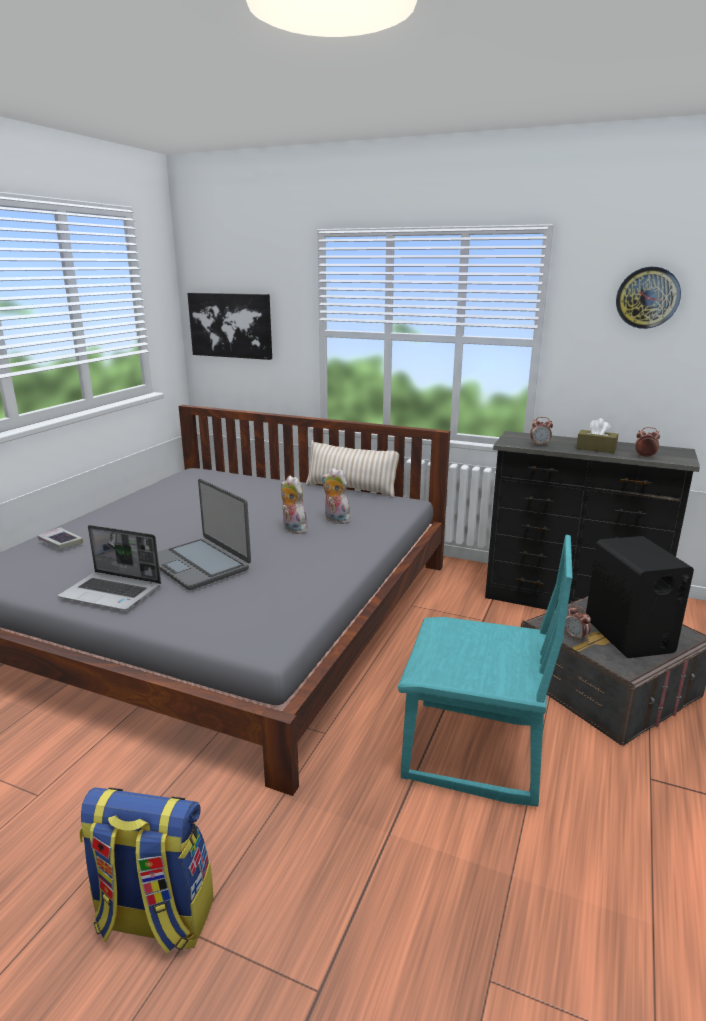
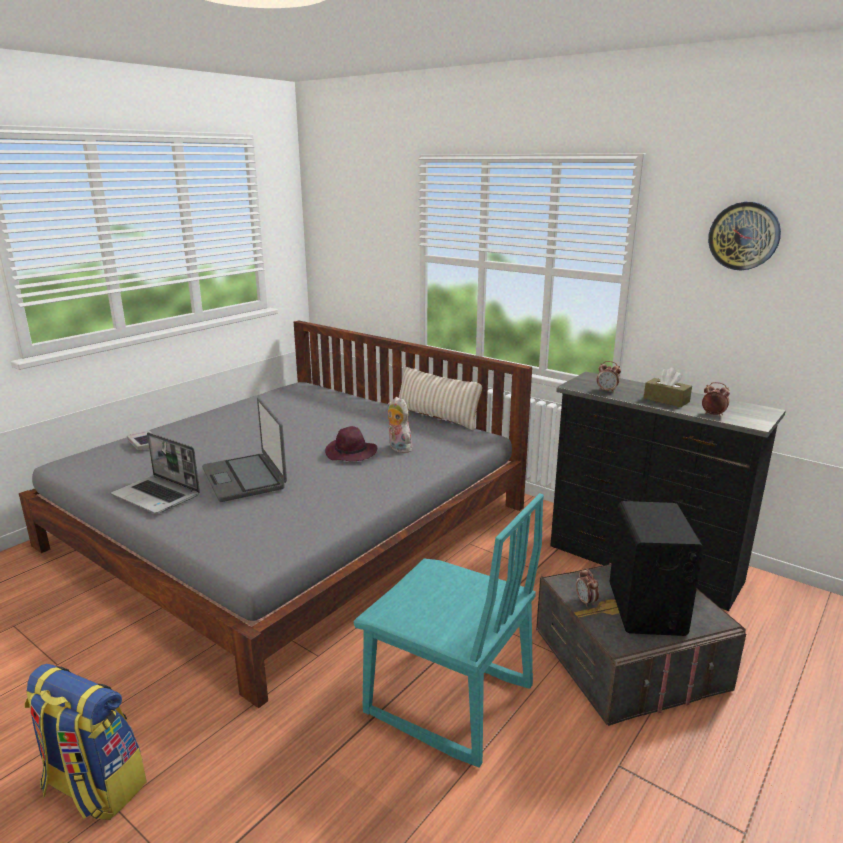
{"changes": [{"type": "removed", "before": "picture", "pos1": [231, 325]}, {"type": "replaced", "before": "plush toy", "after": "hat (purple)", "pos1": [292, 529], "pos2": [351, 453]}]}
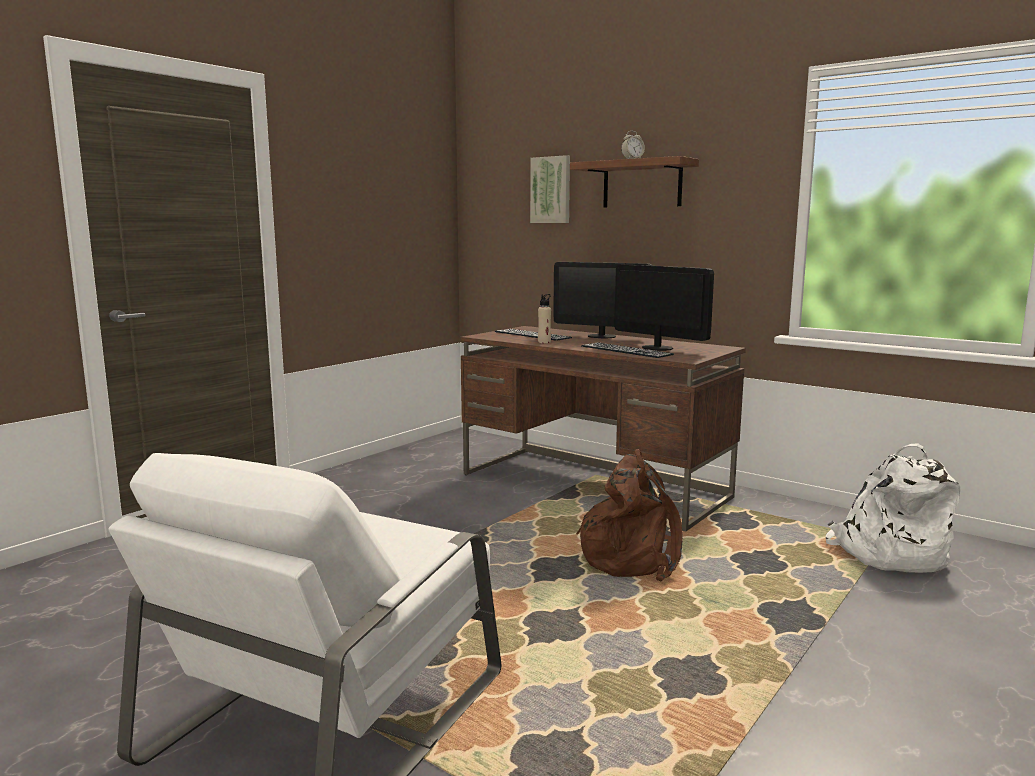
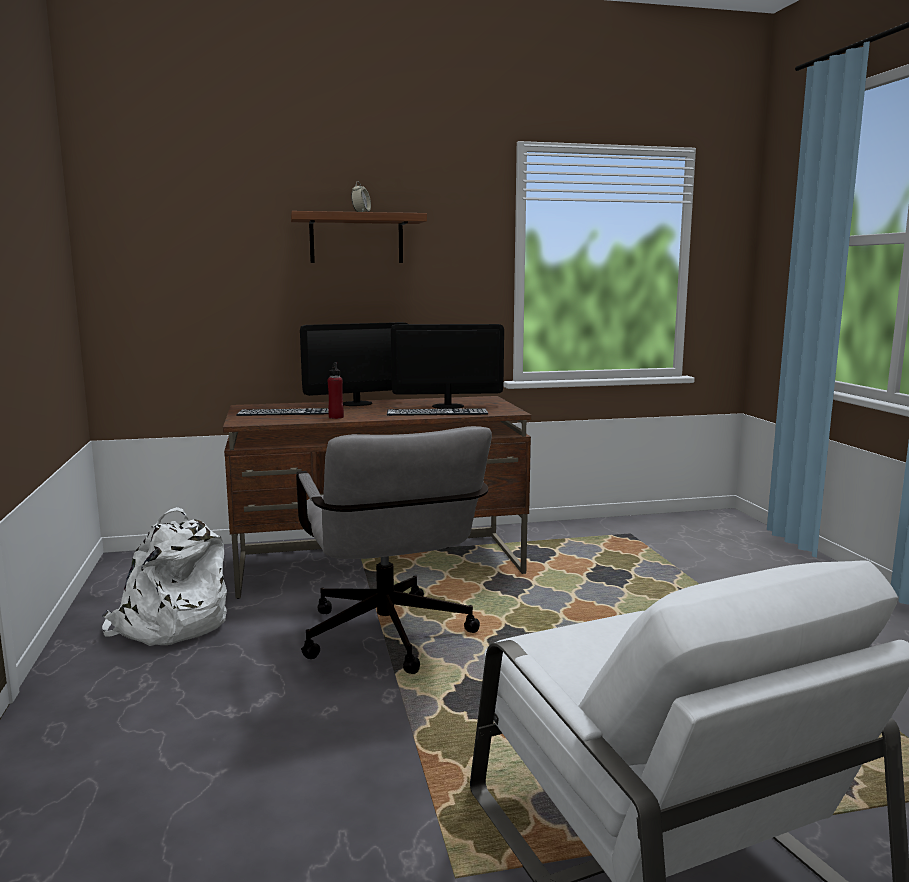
{"changes": [{"type": "removed", "before": "picture", "pos1": [551, 190]}, {"type": "recoloured", "before": "bottle (beige)", "after": "bottle (red)", "pos1": [544, 342], "pos2": [336, 417]}, {"type": "removed", "before": "backpack (brown)", "pos1": [632, 557]}, {"type": "moved", "before": "backpack (white)", "pos1": [889, 554], "pos2": [170, 625]}, {"type": "added", "after": "office chair (grey)", "pos2": [390, 641]}]}
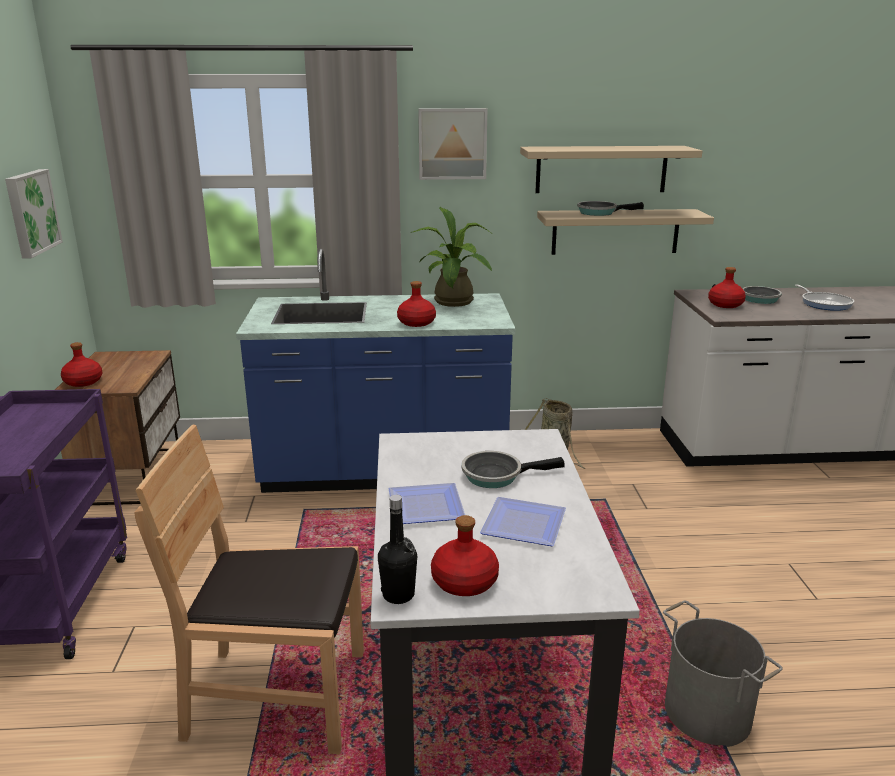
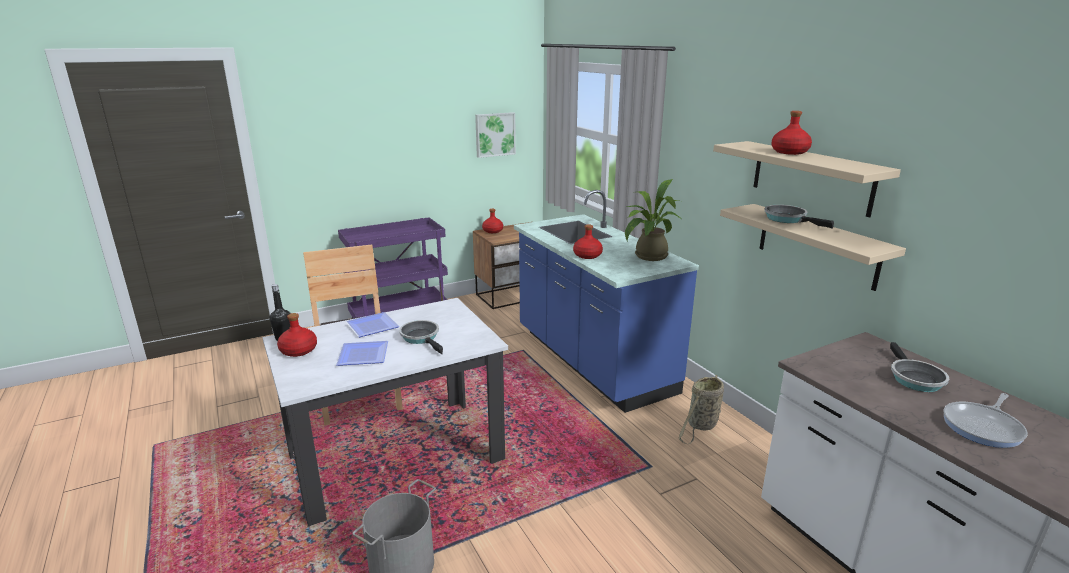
{"changes": [{"type": "removed", "before": "picture", "pos1": [452, 143]}, {"type": "moved", "before": "bottle (red)", "pos1": [725, 305], "pos2": [789, 152]}]}
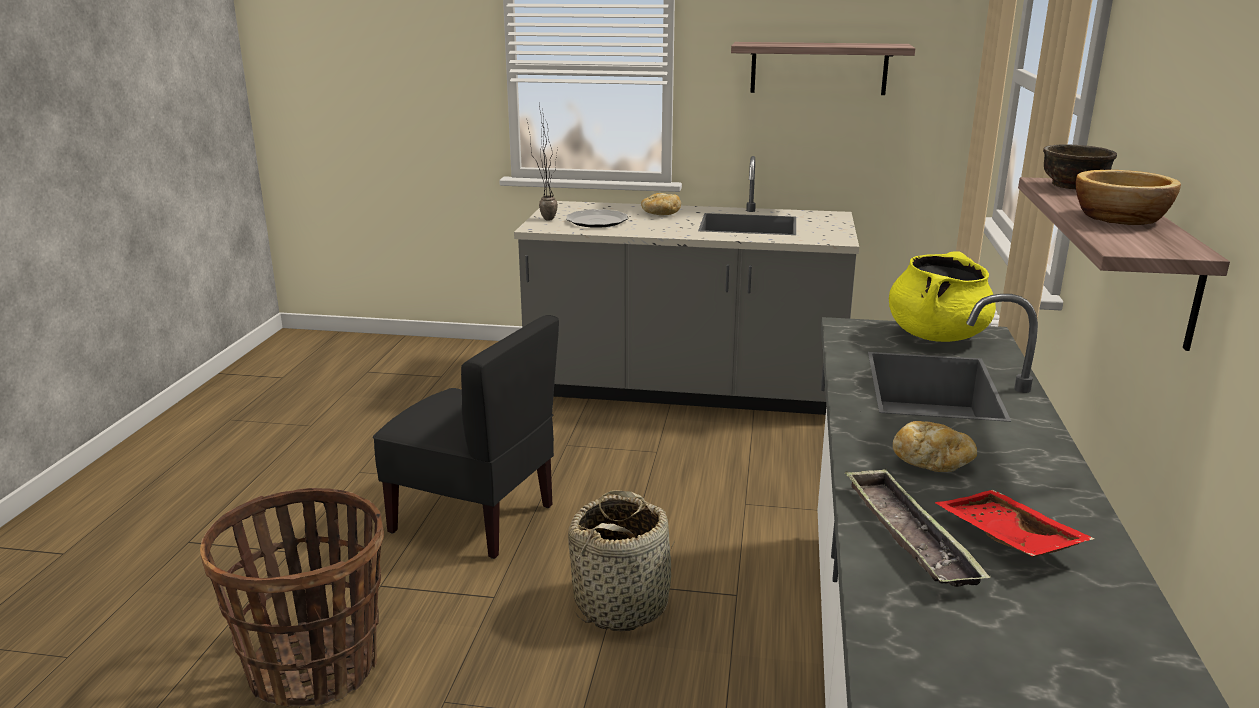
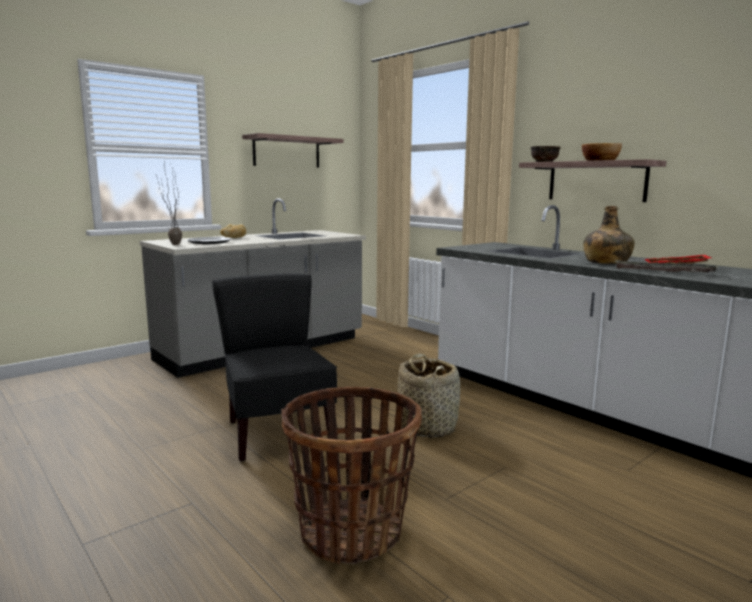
{"changes": [{"type": "turned", "before": "chair (black)", "pos1": [474, 517], "pos2": [277, 433], "turn": -90}, {"type": "removed", "before": "cooking pot (yellow)", "pos1": [936, 335]}, {"type": "replaced", "before": "bread", "after": "bottle (green)", "pos1": [932, 463], "pos2": [606, 262]}]}
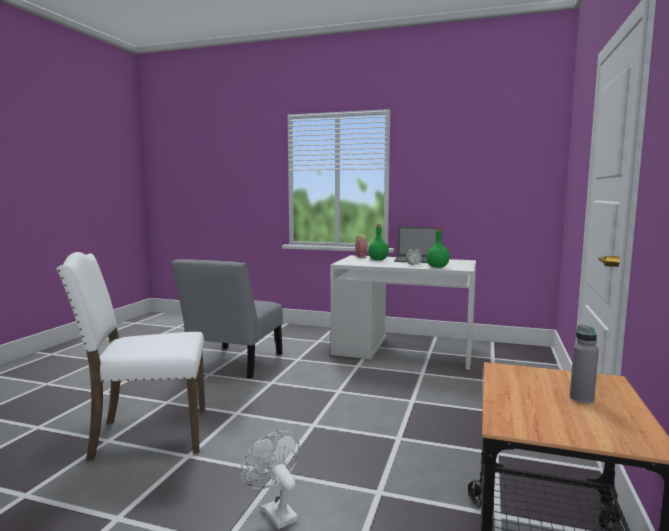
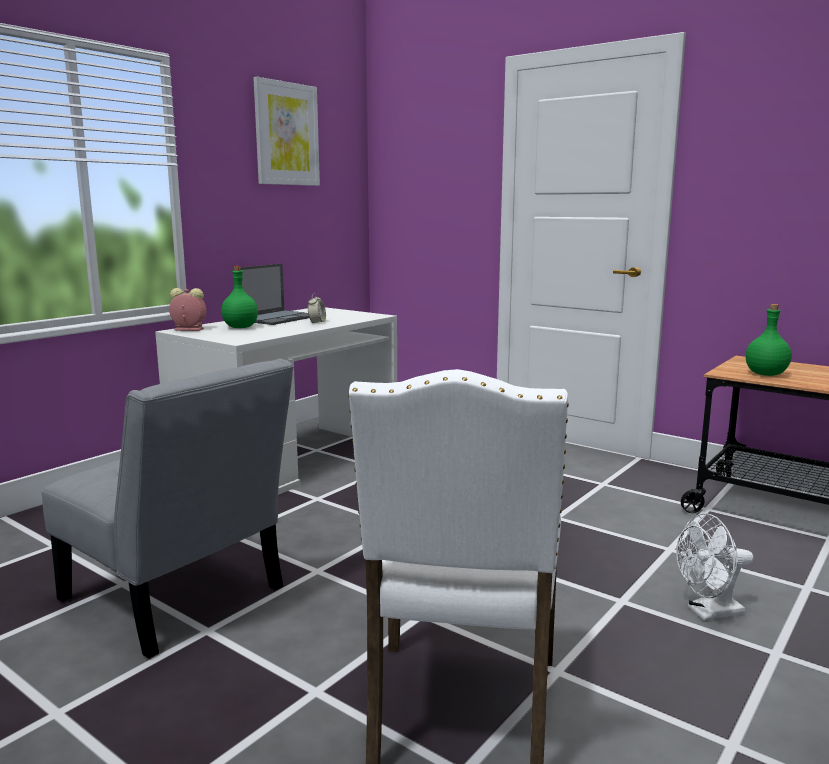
{"changes": [{"type": "moved", "before": "bottle (green)", "pos1": [437, 267], "pos2": [766, 374]}, {"type": "removed", "before": "bottle (grey)", "pos1": [581, 398]}, {"type": "added", "after": "picture", "pos2": [286, 134]}]}
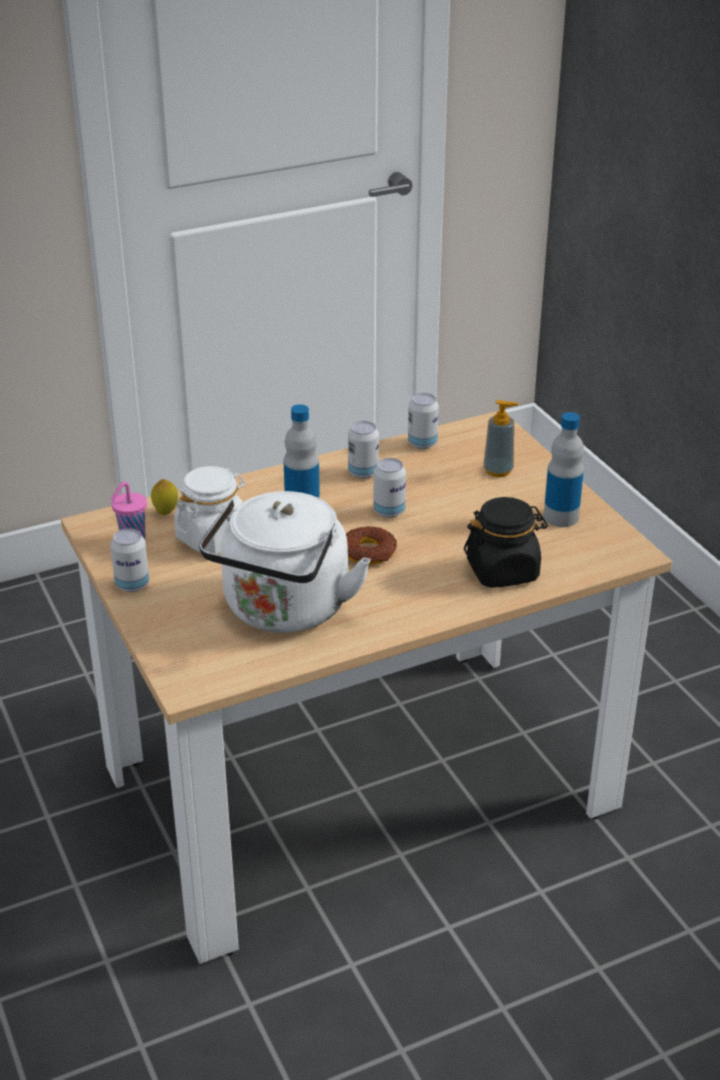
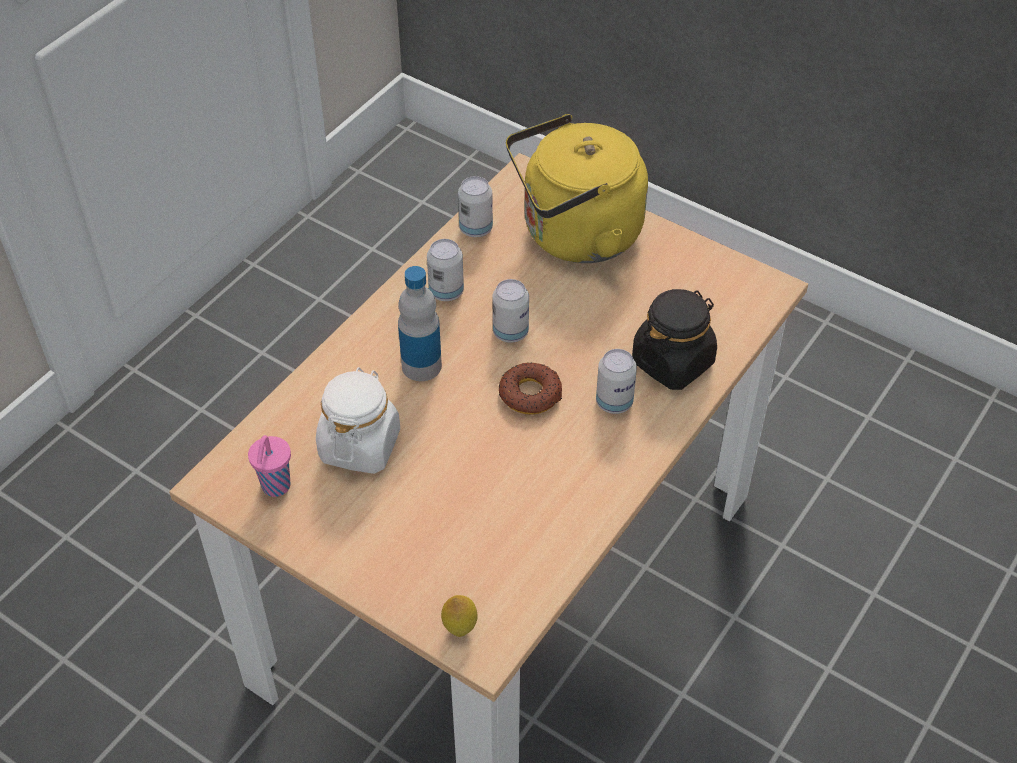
{"changes": [{"type": "moved", "before": "can", "pos1": [132, 585], "pos2": [614, 402]}, {"type": "moved", "before": "lemon", "pos1": [166, 512], "pos2": [460, 628]}, {"type": "removed", "before": "kettle (white)", "pos1": [284, 611]}, {"type": "replaced", "before": "soap dispenser", "after": "kettle (yellow)", "pos1": [498, 470], "pos2": [575, 235]}, {"type": "removed", "before": "bottle", "pos1": [561, 517]}]}
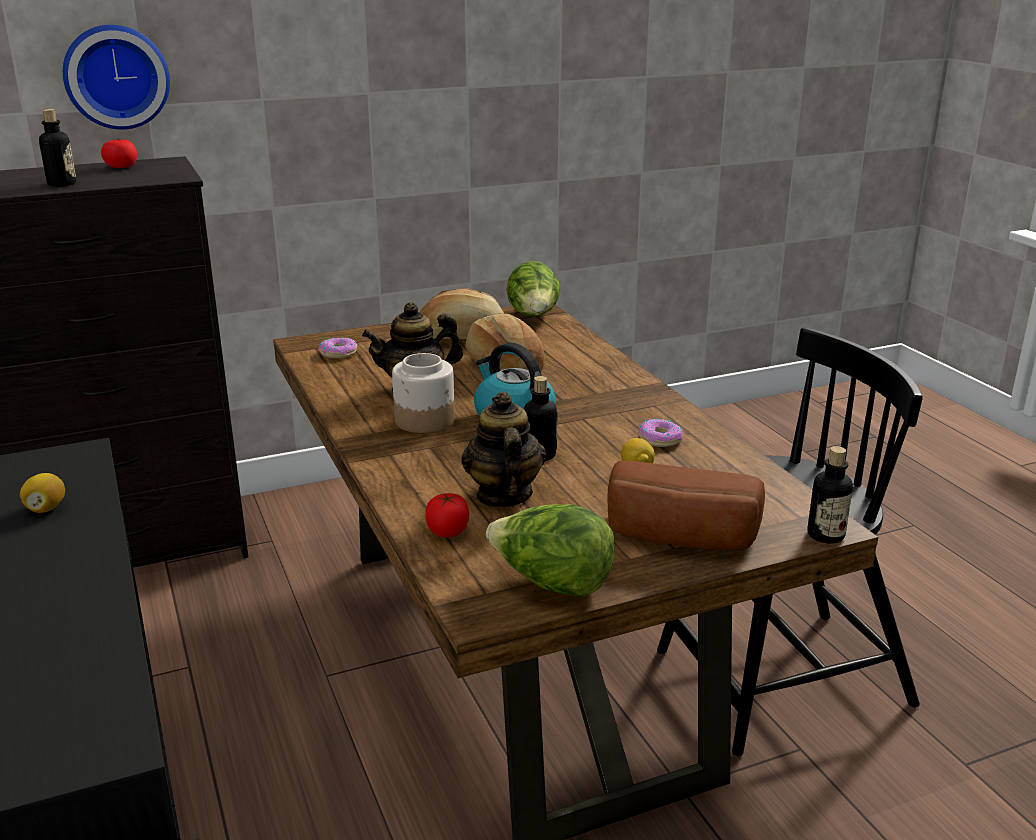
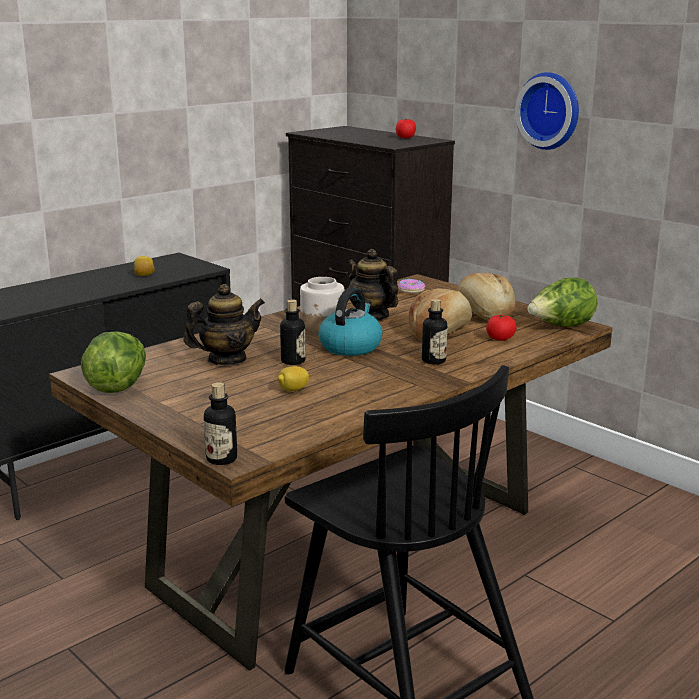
{"changes": [{"type": "moved", "before": "bottle", "pos1": [62, 184], "pos2": [433, 360]}, {"type": "moved", "before": "wall clock", "pos1": [116, 76], "pos2": [550, 110]}, {"type": "moved", "before": "tomato", "pos1": [448, 531], "pos2": [500, 338]}, {"type": "removed", "before": "bread", "pos1": [680, 538]}, {"type": "removed", "before": "donut", "pos1": [660, 439]}]}
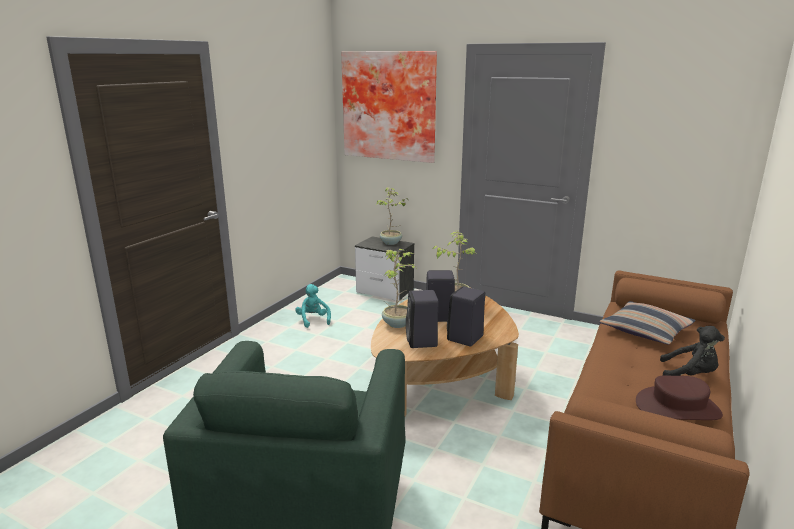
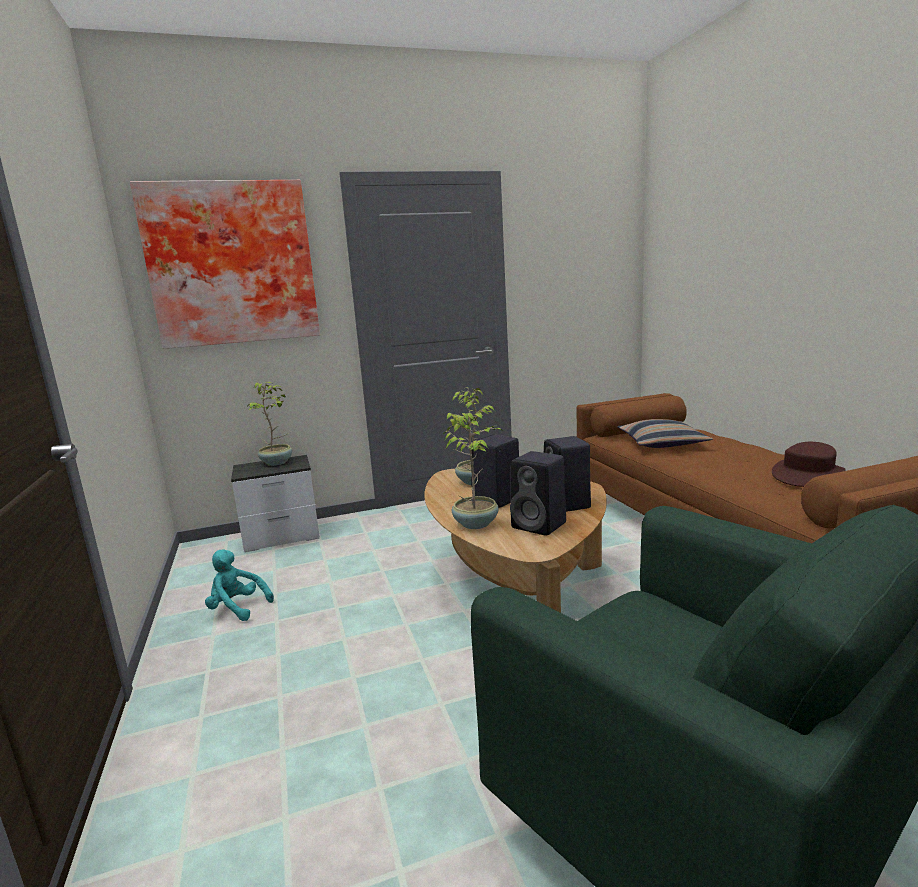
{"changes": [{"type": "removed", "before": "plush toy (black)", "pos1": [689, 375]}]}
